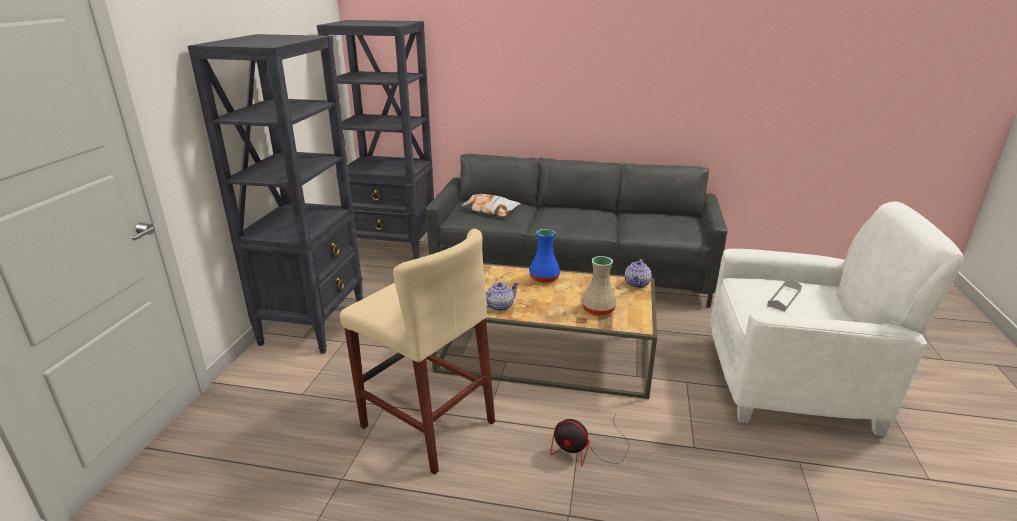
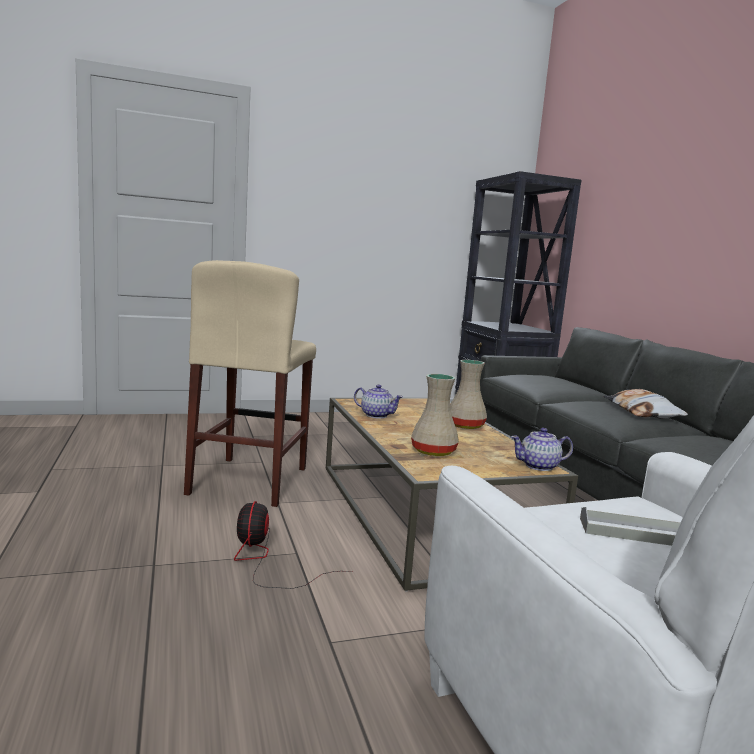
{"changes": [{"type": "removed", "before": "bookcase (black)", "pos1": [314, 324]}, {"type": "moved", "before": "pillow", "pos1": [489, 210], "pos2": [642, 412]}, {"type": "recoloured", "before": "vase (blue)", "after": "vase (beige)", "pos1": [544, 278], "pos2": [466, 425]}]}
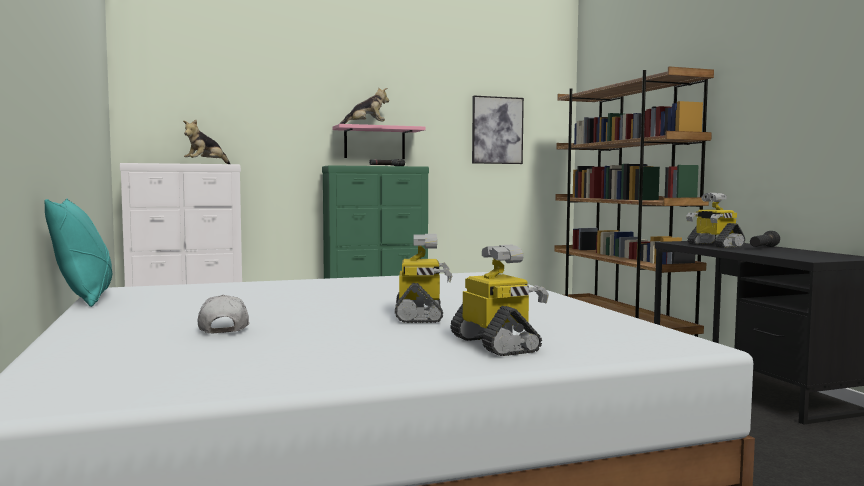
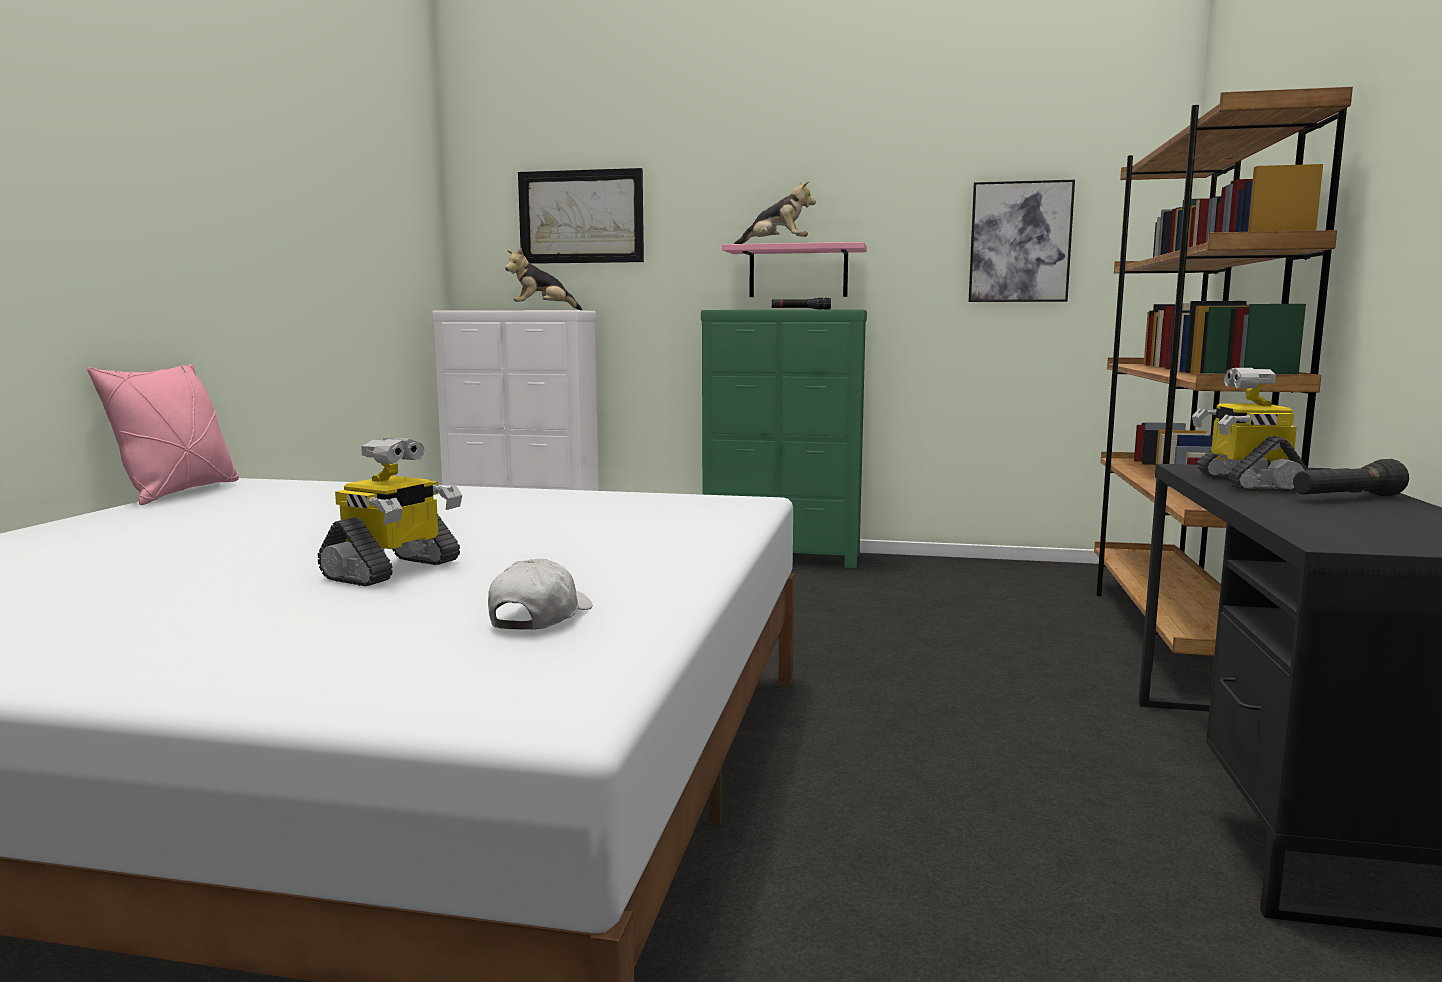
{"changes": [{"type": "recoloured", "before": "pillow (turquoise)", "after": "pillow (pink)", "pos1": [84, 298], "pos2": [178, 492]}, {"type": "moved", "before": "cap (white)", "pos1": [224, 329], "pos2": [540, 617]}, {"type": "removed", "before": "toy robot", "pos1": [496, 344]}, {"type": "added", "after": "picture", "pos2": [581, 217]}]}
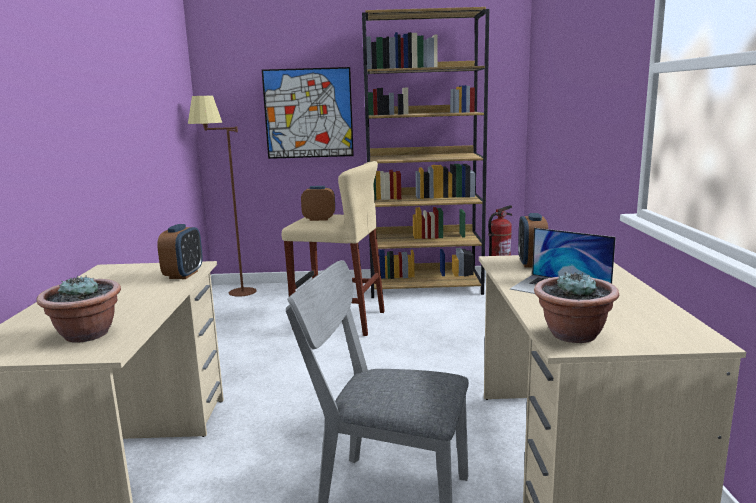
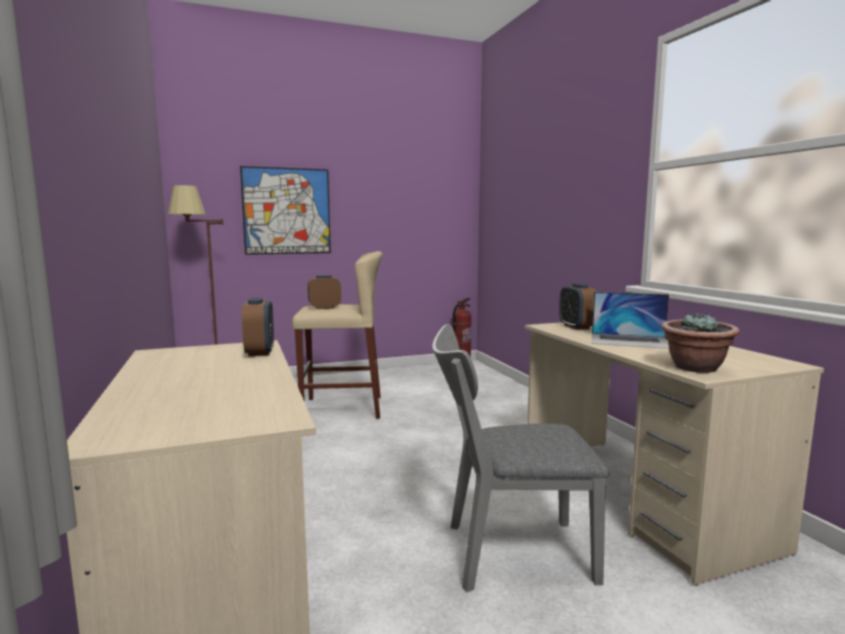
{"changes": [{"type": "removed", "before": "potted plant", "pos1": [87, 335]}, {"type": "removed", "before": "bookcase (brown)", "pos1": [425, 287]}]}
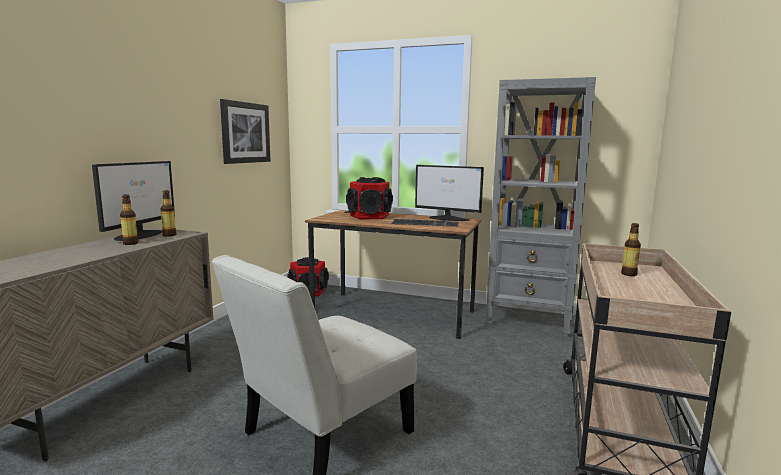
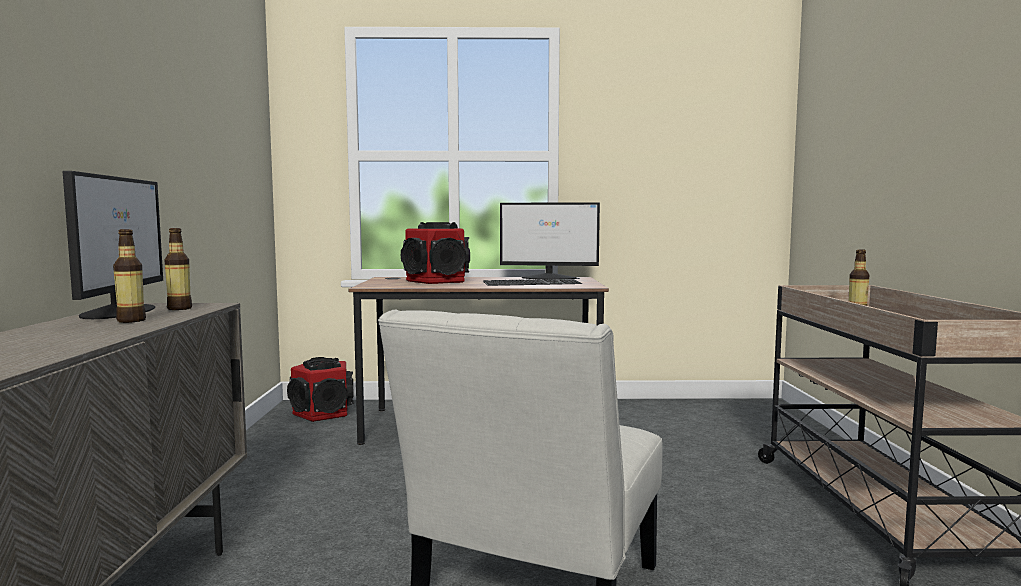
{"changes": [{"type": "removed", "before": "picture", "pos1": [245, 132]}, {"type": "removed", "before": "bookcase (grey)", "pos1": [529, 321]}]}
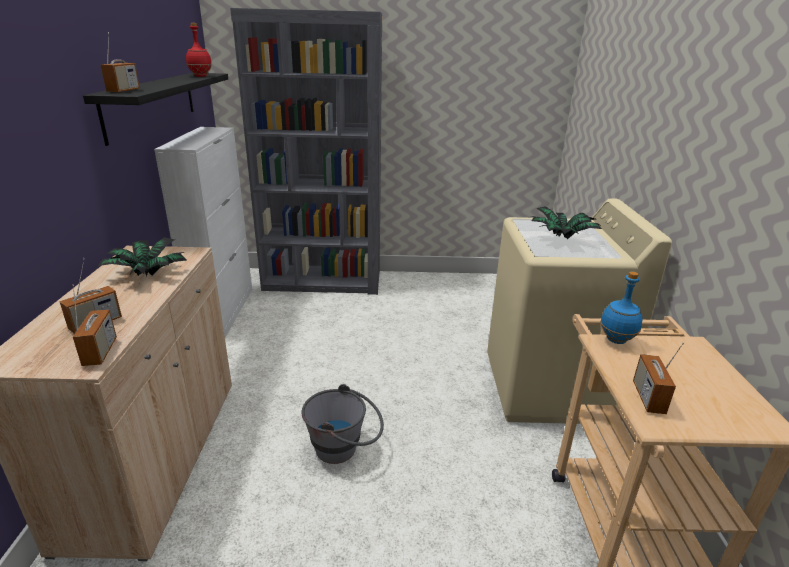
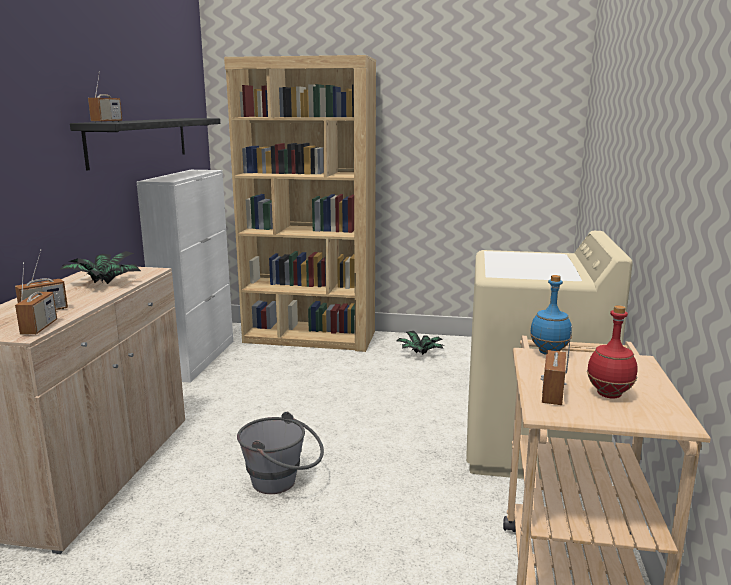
{"changes": [{"type": "moved", "before": "bottle (red)", "pos1": [201, 76], "pos2": [609, 395]}, {"type": "recoloured", "before": "bookcase (grey)", "after": "bookcase (brown)", "pos1": [323, 281], "pos2": [310, 338]}, {"type": "moved", "before": "potted plant", "pos1": [560, 238], "pos2": [419, 354]}]}
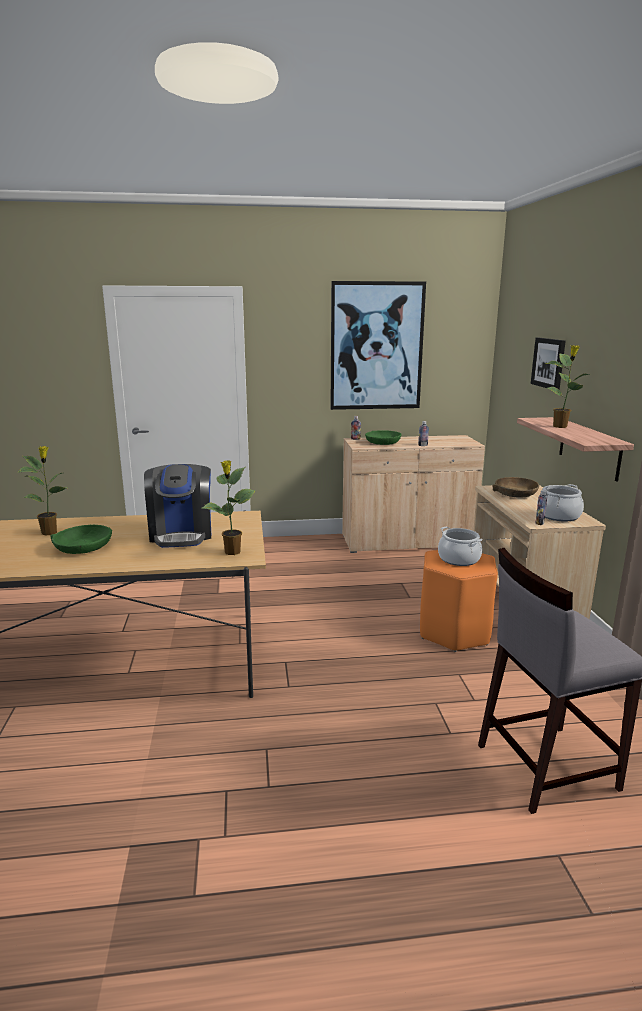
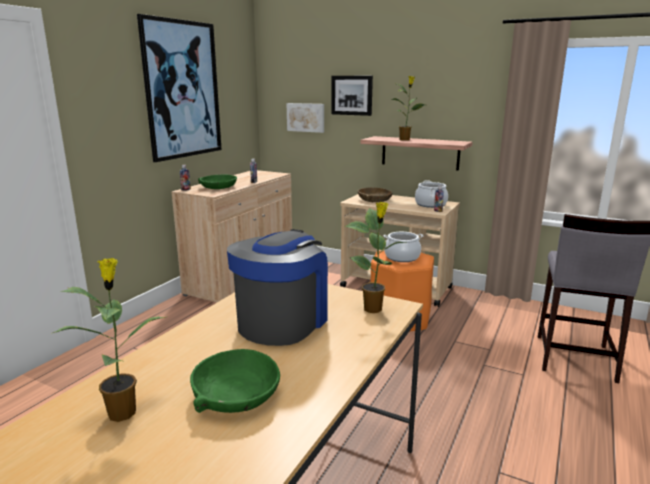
{"changes": [{"type": "turned", "before": "coffee machine", "pos1": [181, 534], "pos2": [283, 321], "turn": -90}, {"type": "added", "after": "picture", "pos2": [306, 117]}]}
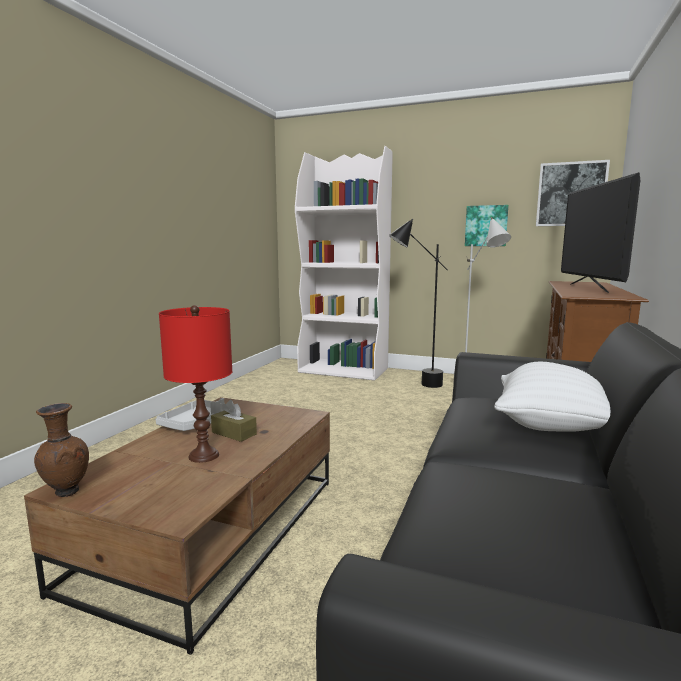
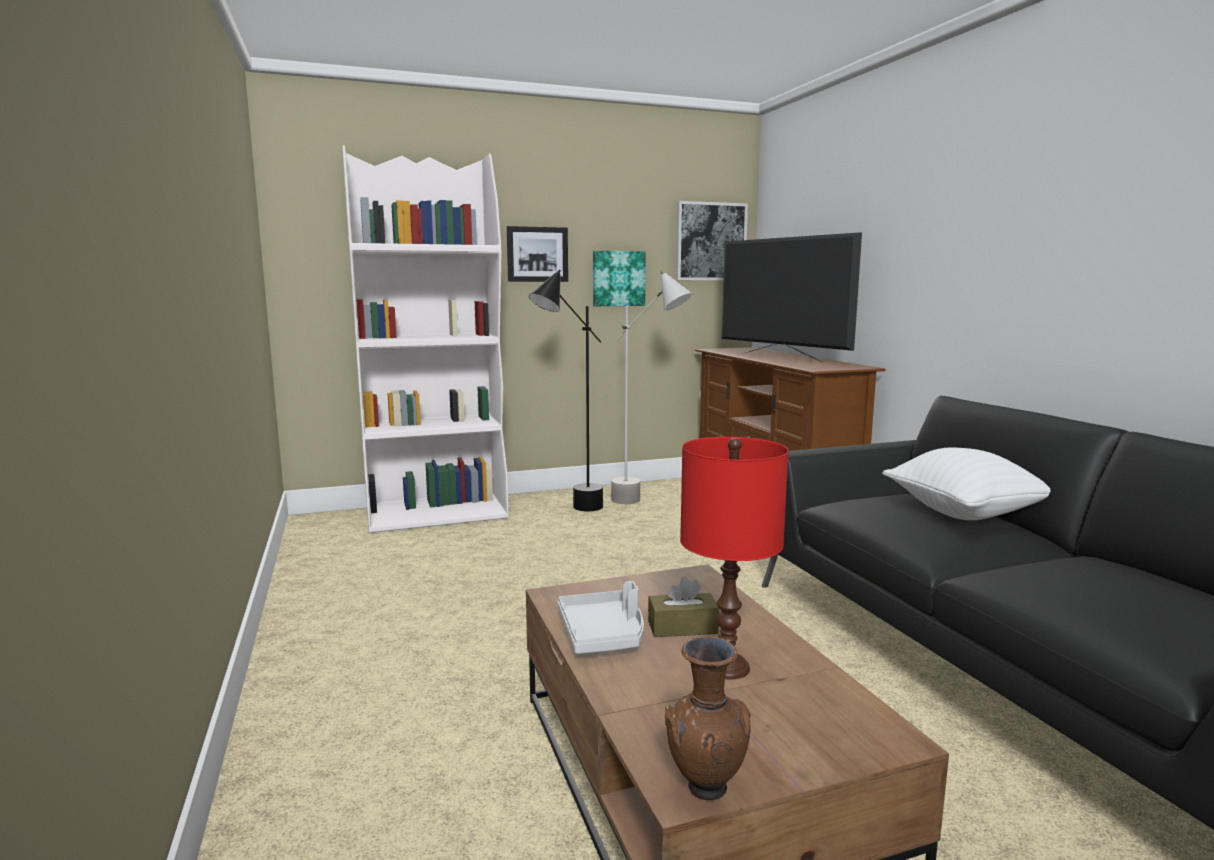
{"changes": [{"type": "added", "after": "picture", "pos2": [537, 254]}]}
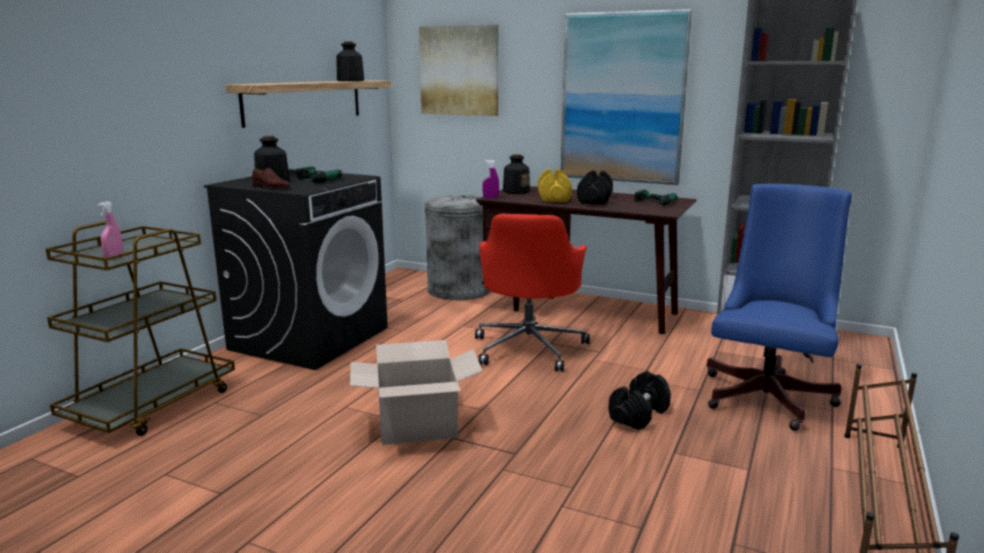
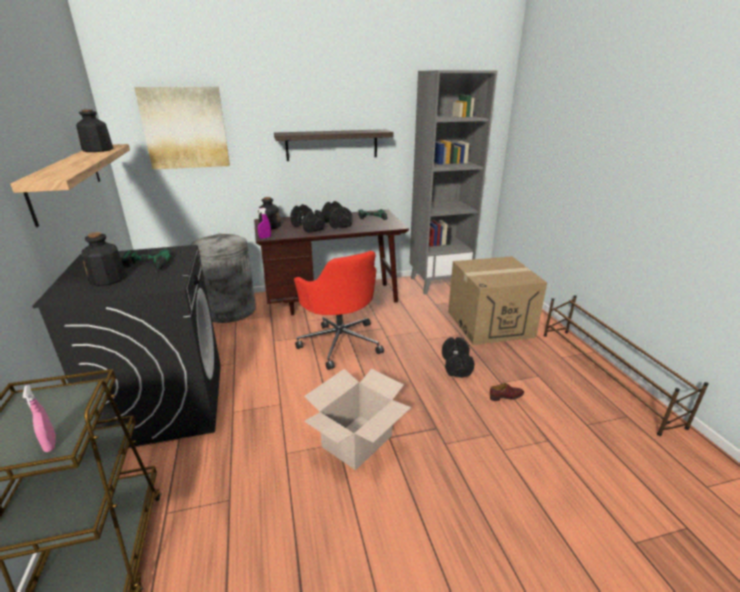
{"changes": [{"type": "moved", "before": "shoe (brown)", "pos1": [271, 187], "pos2": [506, 396]}, {"type": "recoloured", "before": "dumbbell (yellow)", "after": "dumbbell (black)", "pos1": [554, 198], "pos2": [308, 227]}, {"type": "replaced", "before": "picture", "after": "shelf", "pos1": [623, 98], "pos2": [332, 145]}, {"type": "replaced", "before": "office chair (blue)", "after": "cardboard box", "pos1": [769, 394], "pos2": [490, 323]}]}
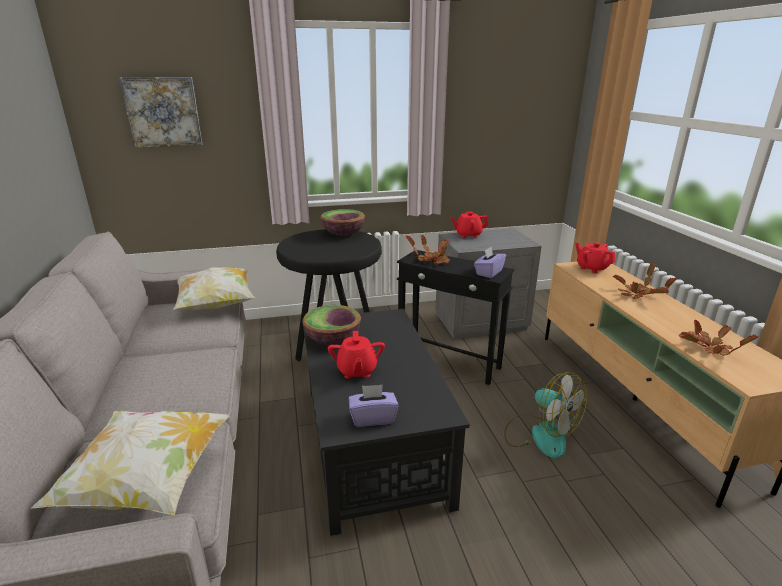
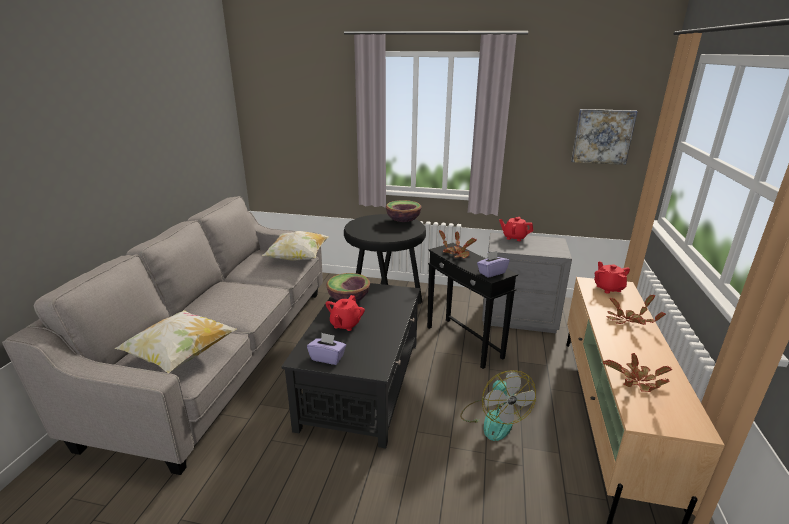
{"changes": [{"type": "moved", "before": "picture", "pos1": [163, 112], "pos2": [602, 136]}]}
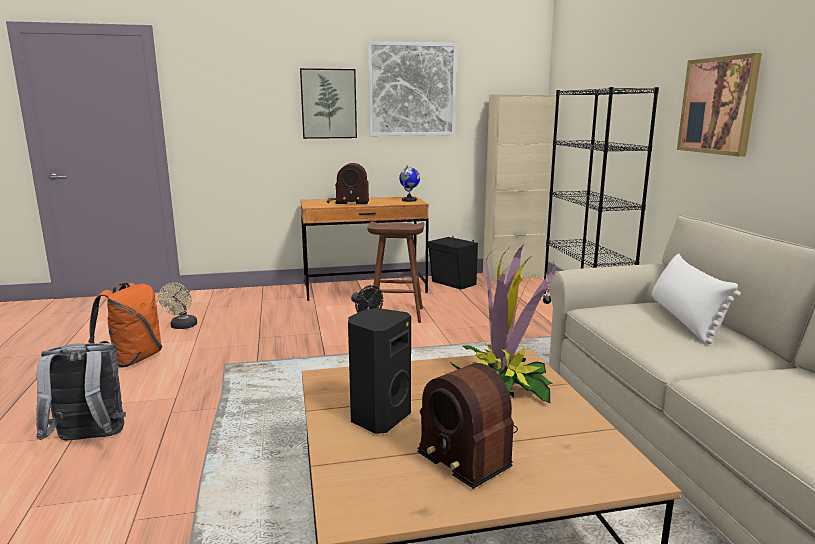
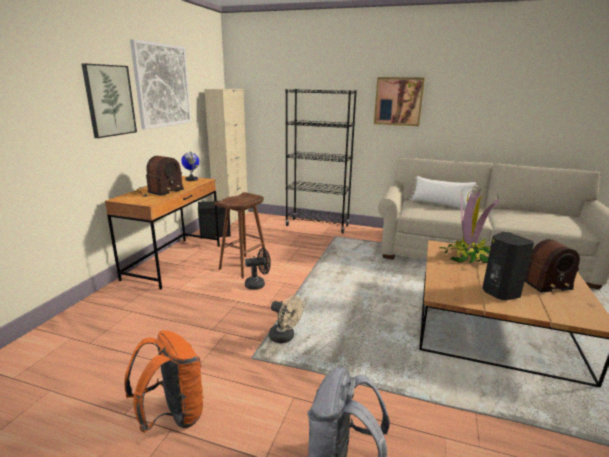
{"changes": [{"type": "moved", "before": "fan (beige)", "pos1": [182, 327], "pos2": [285, 337]}]}
